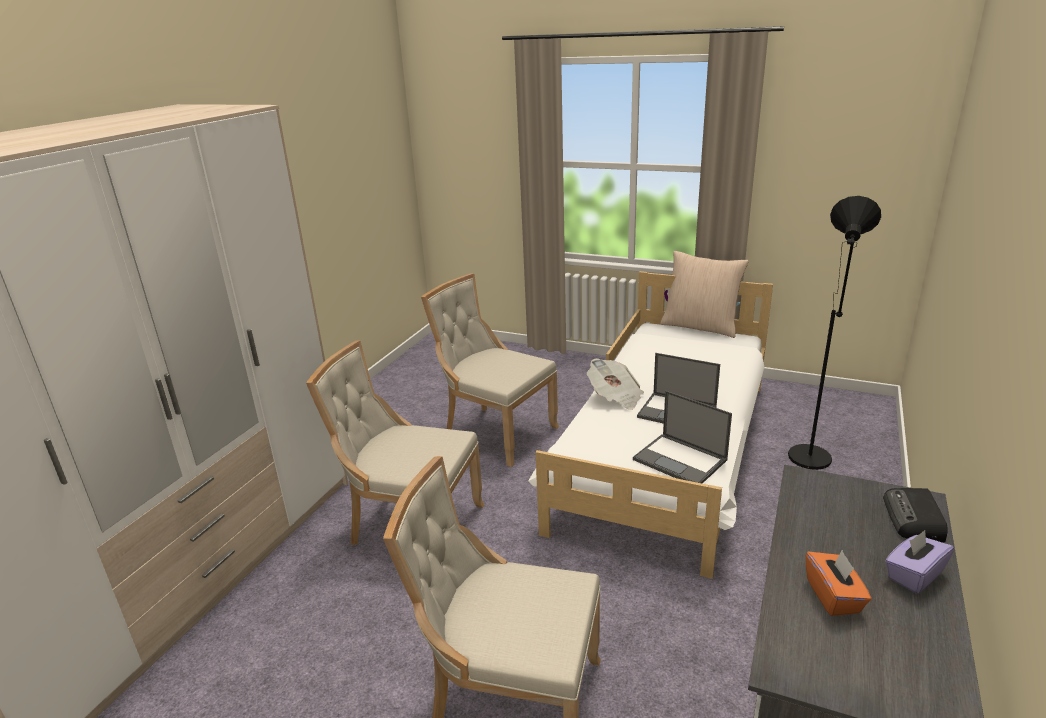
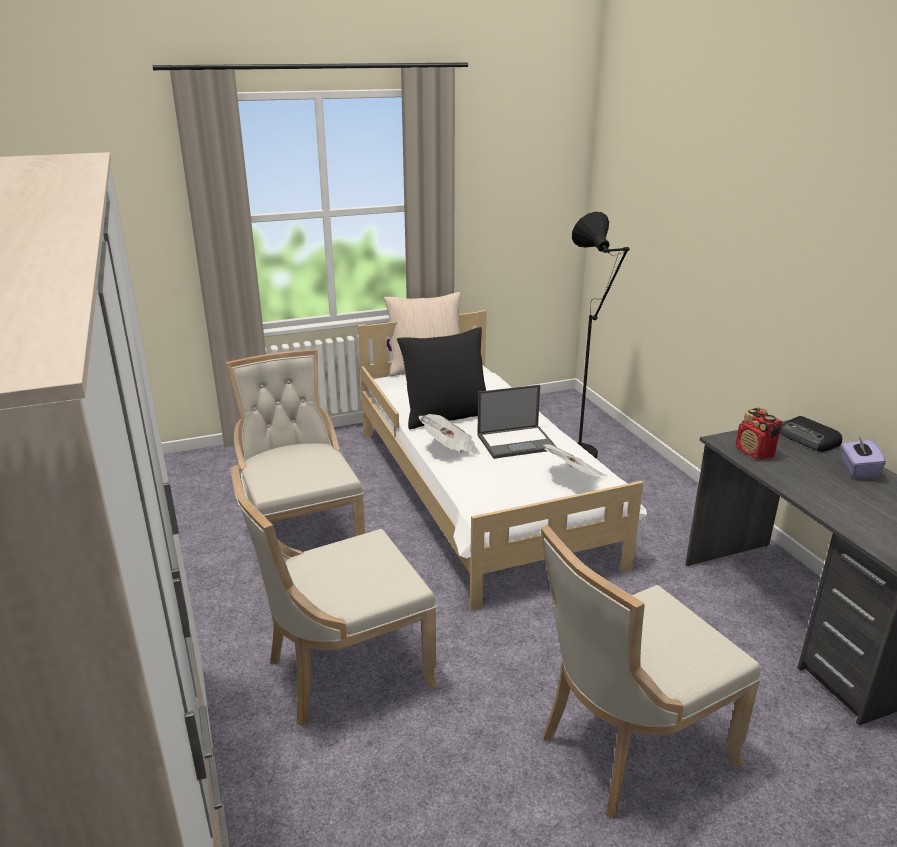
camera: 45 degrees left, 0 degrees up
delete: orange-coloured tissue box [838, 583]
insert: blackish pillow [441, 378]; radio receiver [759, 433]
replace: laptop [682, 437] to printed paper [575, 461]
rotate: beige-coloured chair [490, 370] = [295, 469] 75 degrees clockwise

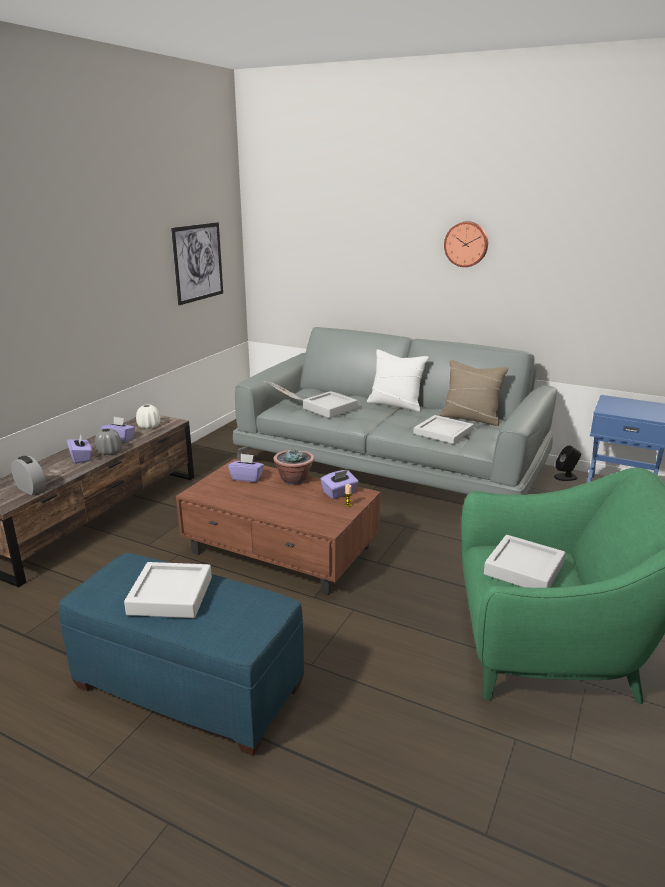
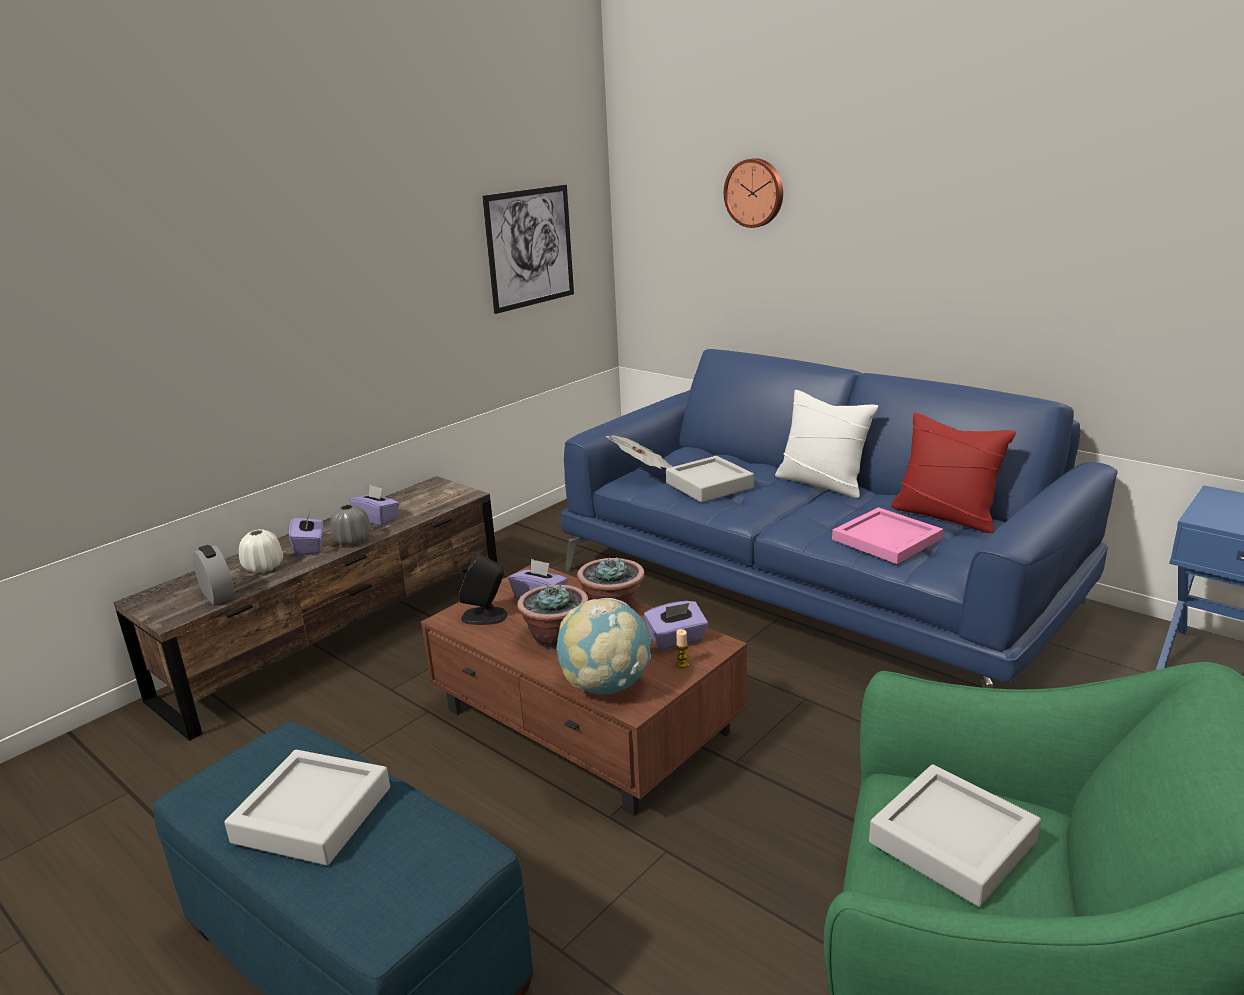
camera: 15 degrees right, 0 degrees up
insert: potted plant [552, 616]; desk globe [604, 646]
move: white flower vase [148, 416] to [261, 551]; blackish audio speaker [567, 463] to [483, 589]; clock on the wall [466, 244] to [753, 193]
recolor: greyish sofa [395, 411] to blue sofa [839, 518]; white carrying tray [443, 429] to pink-coloured carrying tray [887, 535]; beige-coloured pillow [474, 393] to red pillow [953, 473]

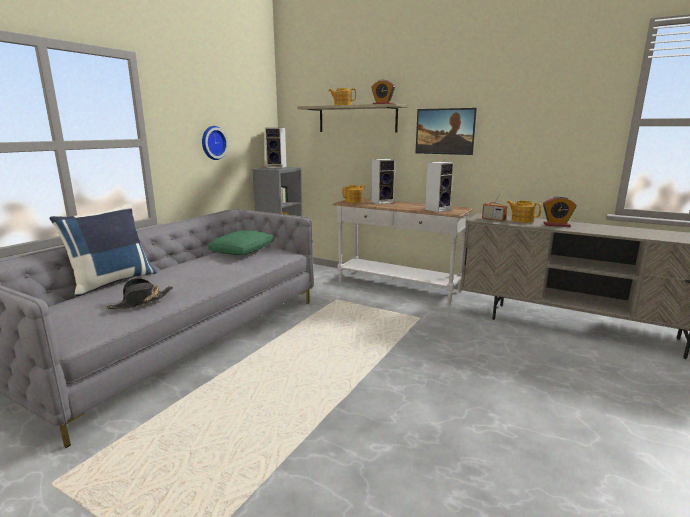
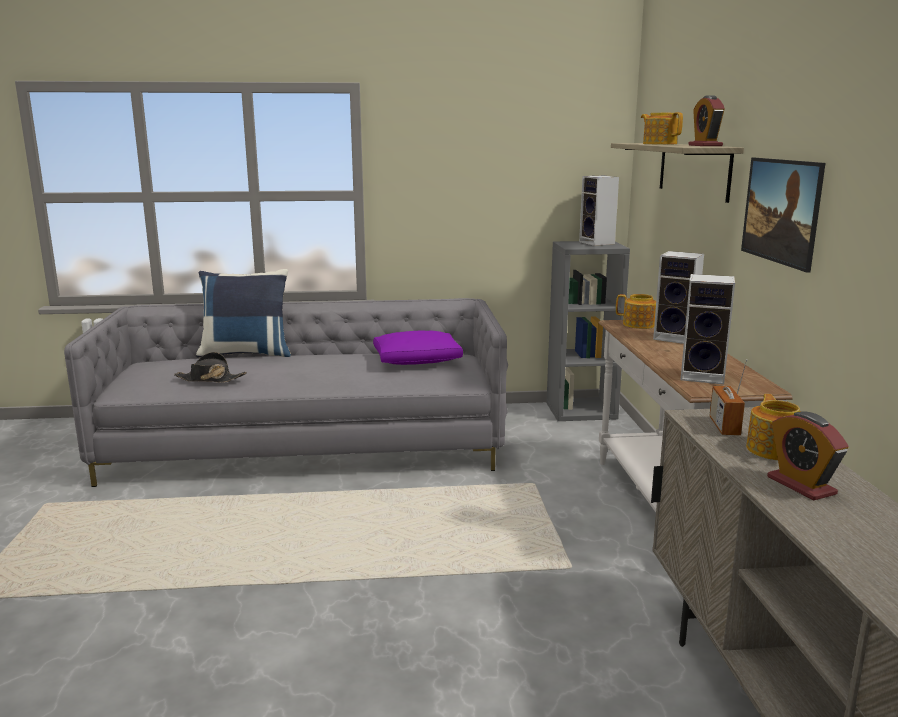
camera: 55 degrees right, 0 degrees up
delete: clock on the wall [215, 143]
recolor: green pillow [241, 242] to purple-coloured pillow [418, 347]

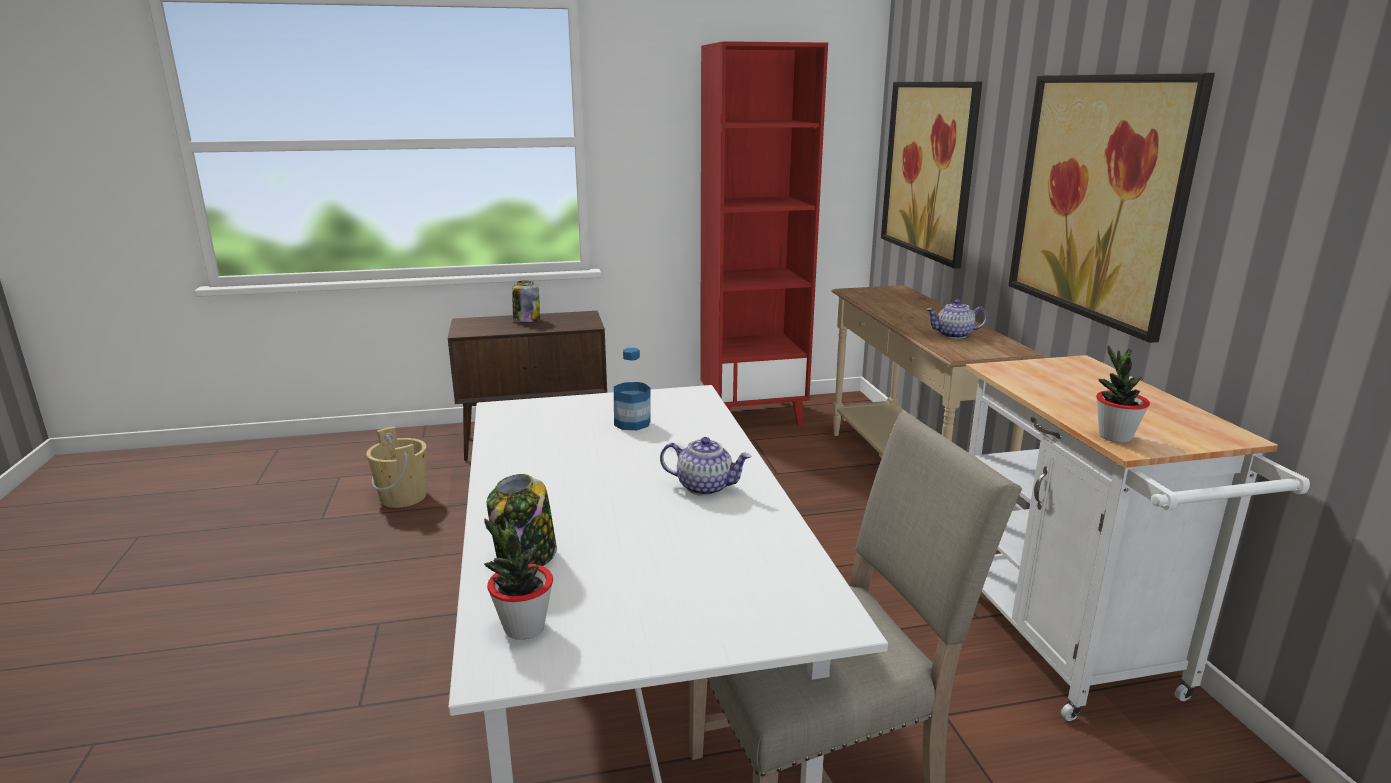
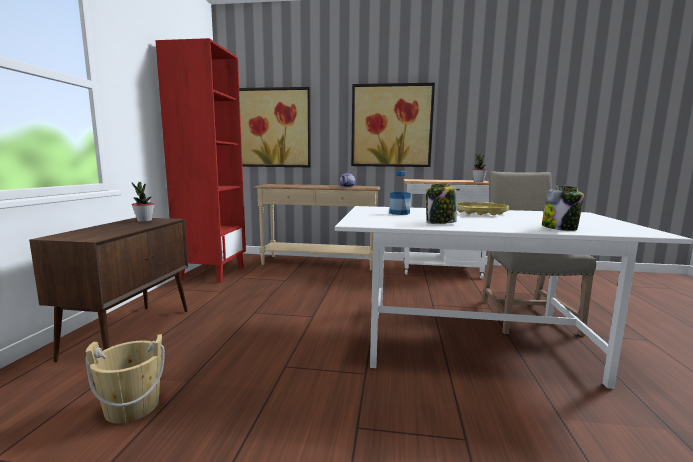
camera: 70 degrees left, 10 degrees down
move: potted plant [518, 579] to [143, 202]; preserve jar [526, 301] to [441, 203]
replace: pot for tea [705, 466] to yellow-coloured carrying tray [483, 208]

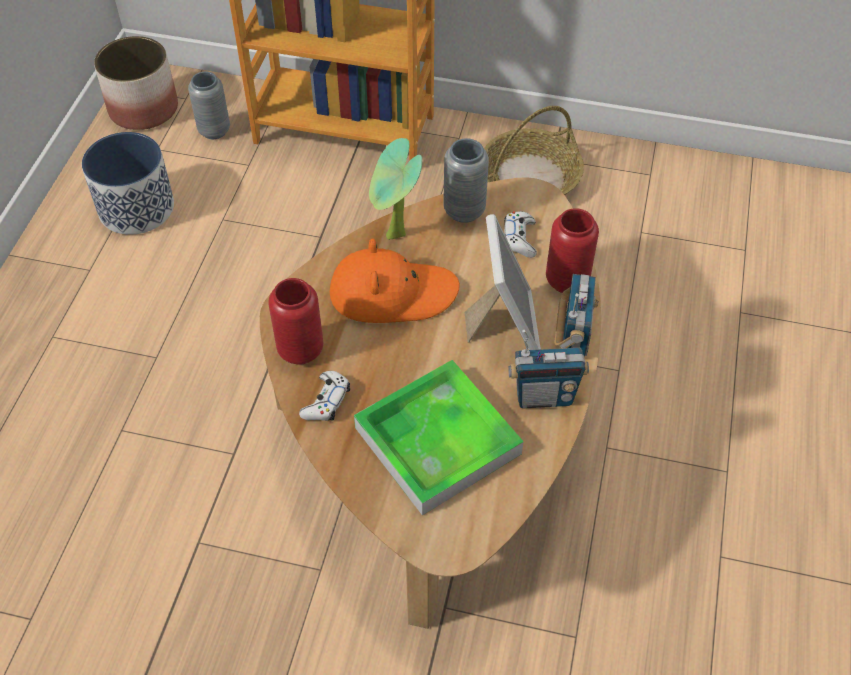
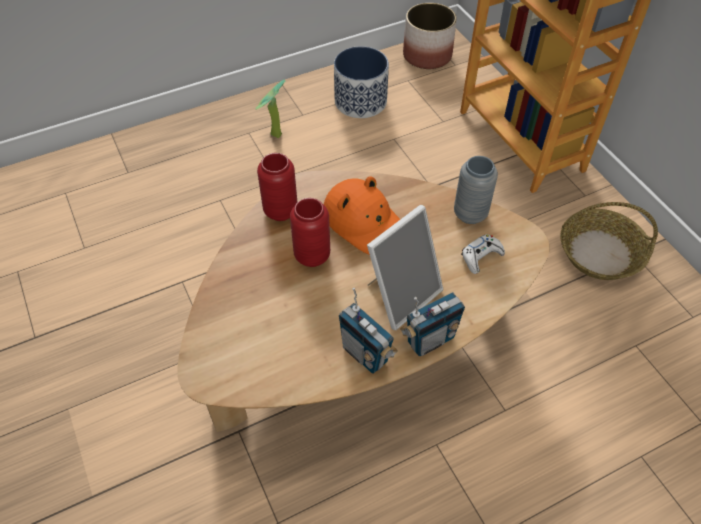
camera: 50 degrees right, 0 degrees up
delete: greyish flower vase [209, 105]; white game controller [324, 396]; carrying tray [439, 437]
move: potted plant [395, 189] to [270, 109]; red flower vase [572, 250] to [310, 232]

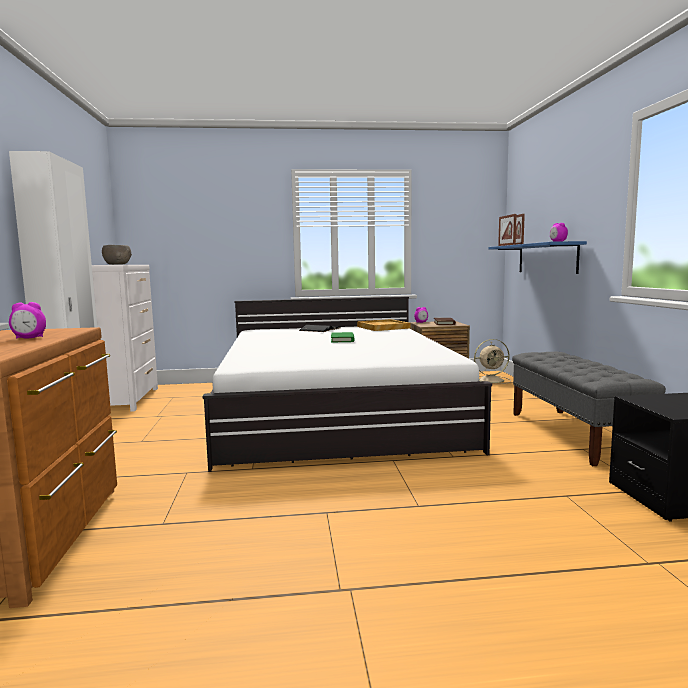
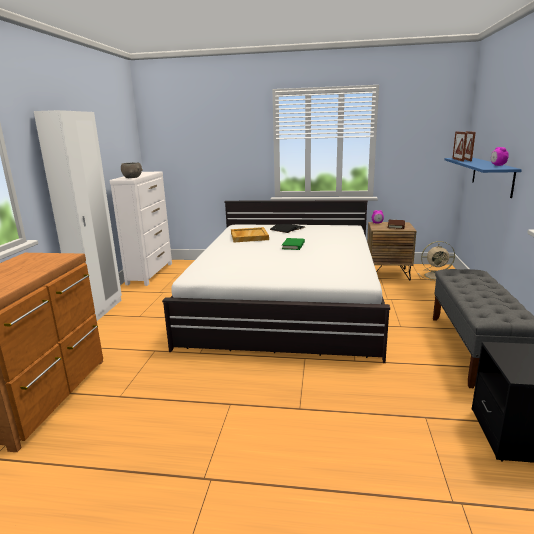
camera: 15 degrees right, 10 degrees up
delete: bedside clock [27, 320]
move: beige-coloured carrying tray [383, 325] to [250, 234]

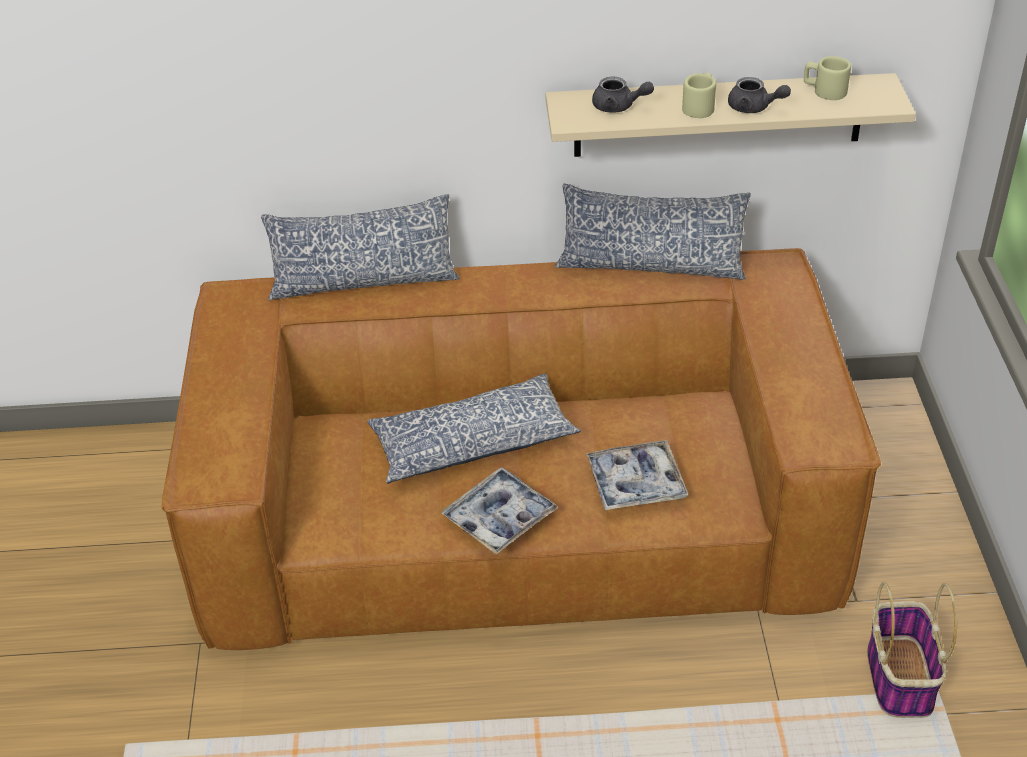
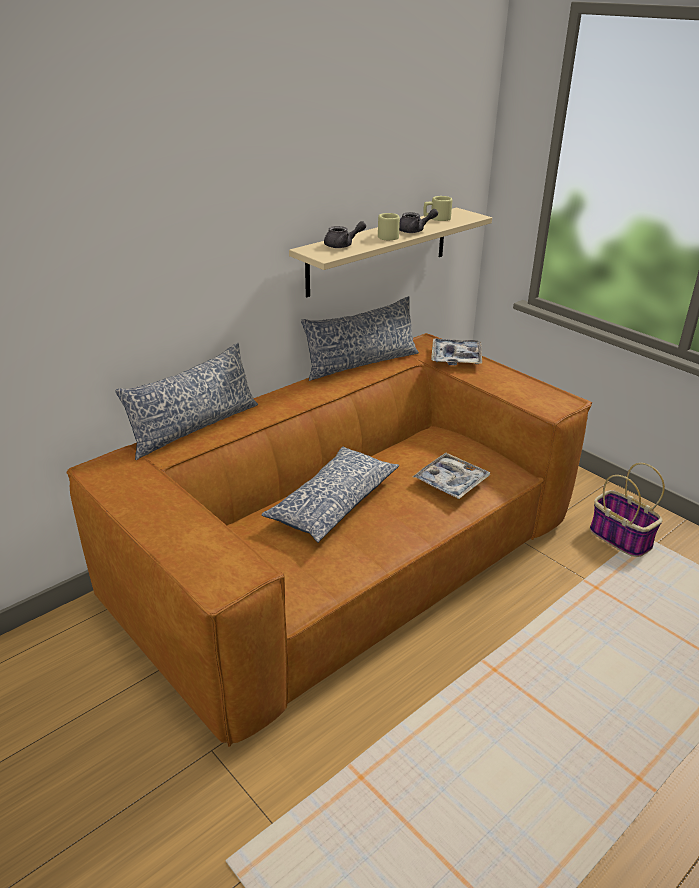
camera: 40 degrees left, 10 degrees down
move: carrying tray [500, 510] to [456, 351]

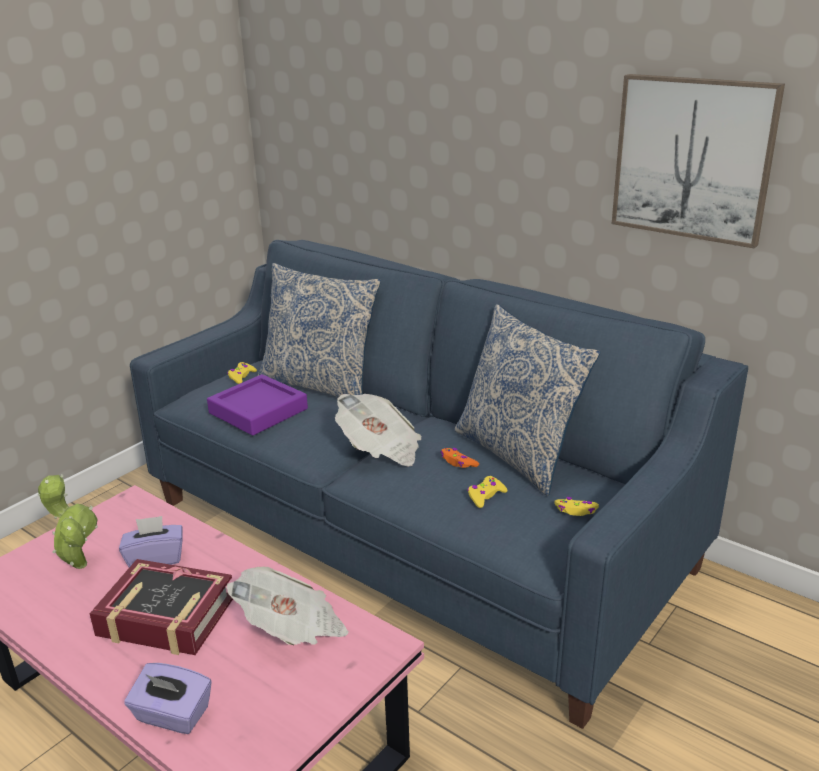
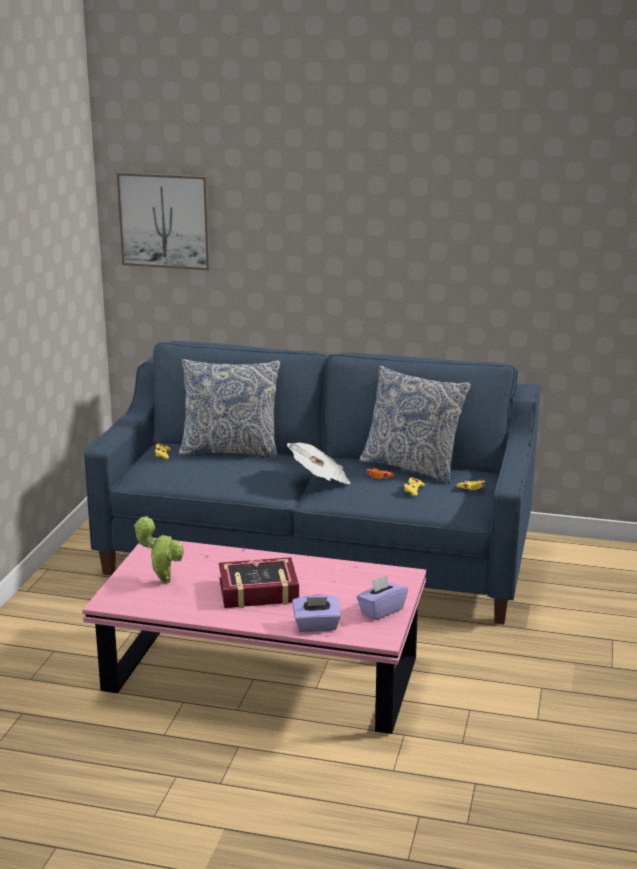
camera: 25 degrees left, 5 degrees down
delete: purple-coloured carrying tray [257, 404]; printed paper [288, 605]
move: wall art [698, 161] to [164, 221]; purple-coloured tissue box [151, 541] to [382, 597]

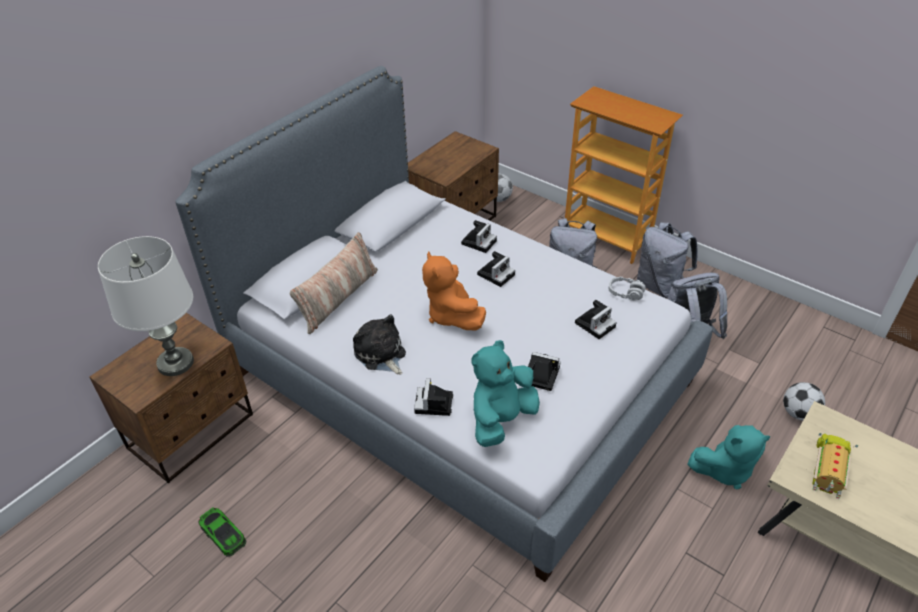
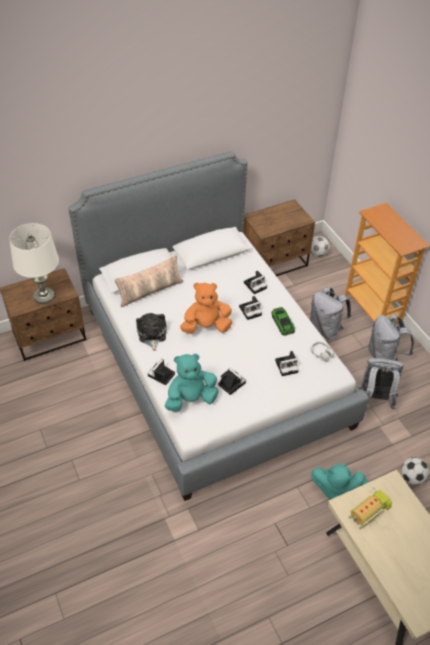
camera: 25 degrees right, 5 degrees up
move: model car [222, 532] to [283, 321]
rotate: orange-coloured plush toy [454, 291] = [206, 308] 75 degrees clockwise

